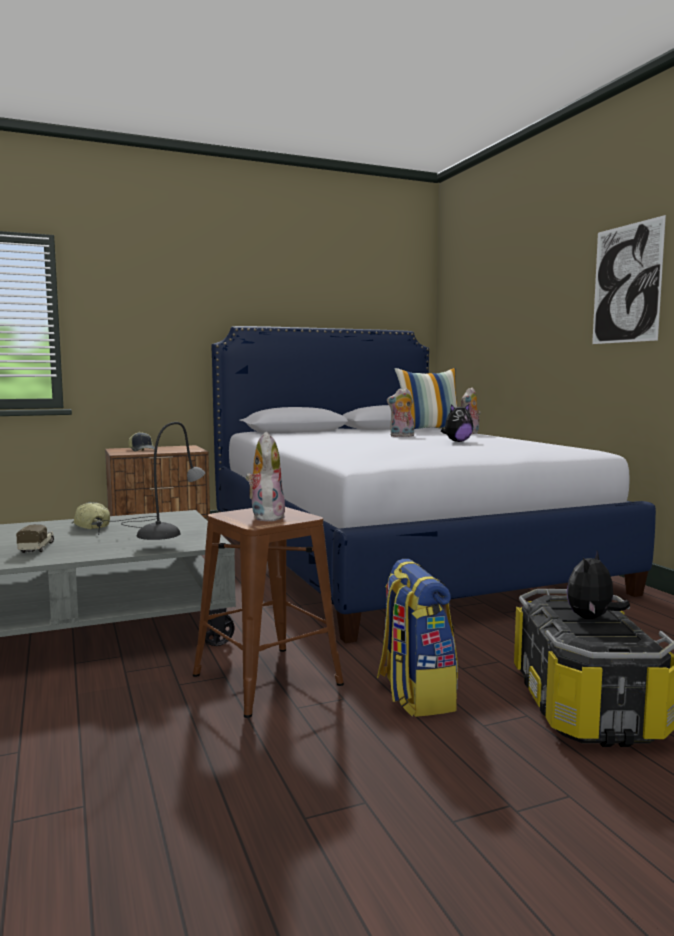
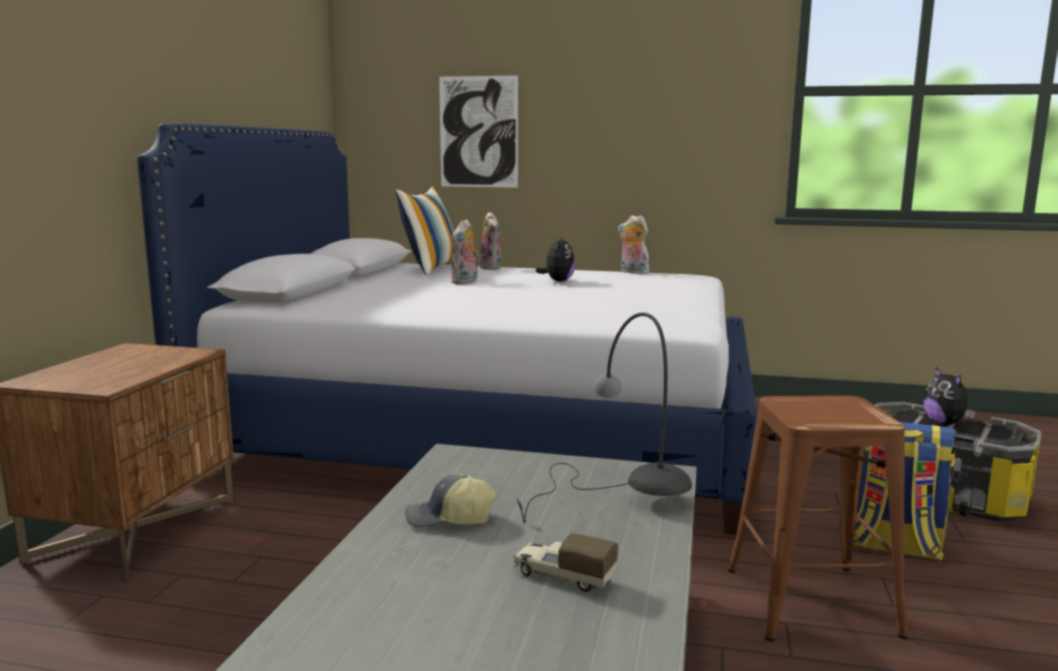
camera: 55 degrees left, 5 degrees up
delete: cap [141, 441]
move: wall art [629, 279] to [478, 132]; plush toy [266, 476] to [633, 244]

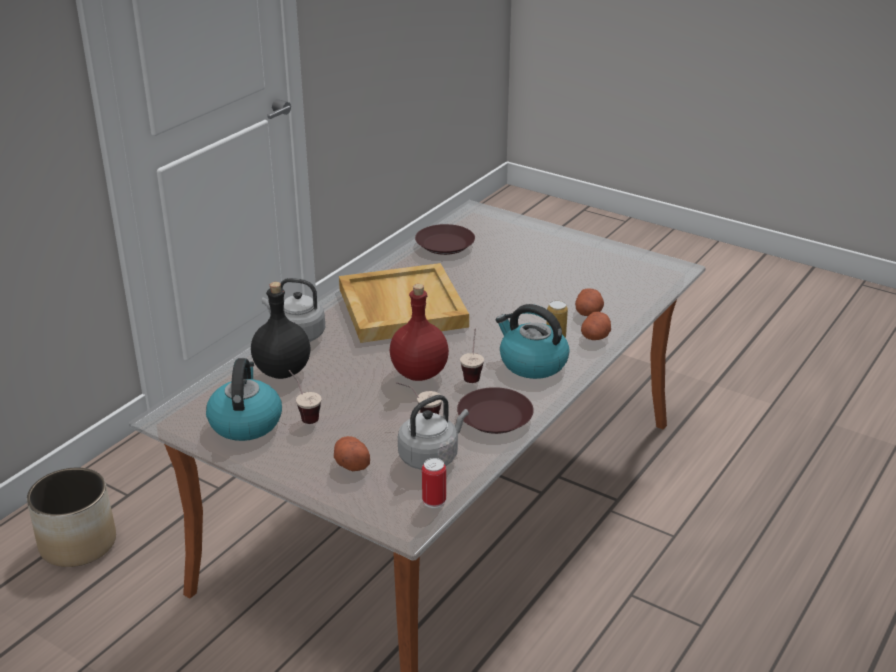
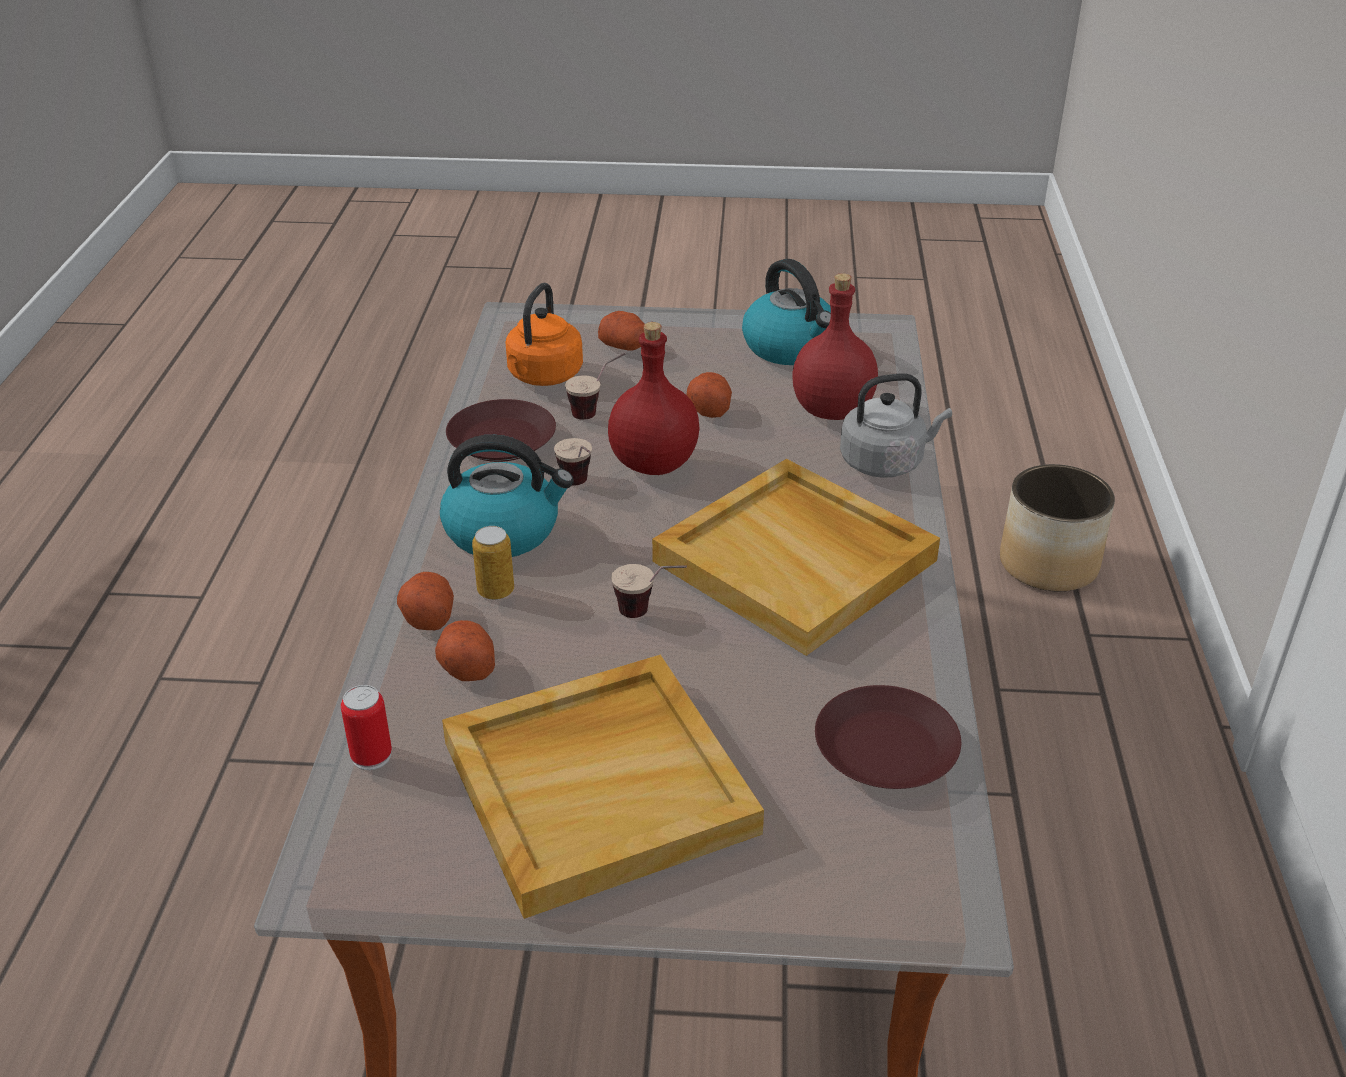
camera: 150 degrees right, 5 degrees up
insert: beige-coloured carrying tray [603, 787]; whole potato [709, 395]
move: sealed can [434, 483] to [366, 727]; drinking cup [305, 397] to [649, 591]
recolor: greyish tea kettle [433, 432] to orange-coloured tea kettle [544, 334]; blackish beverage bottle [280, 330] to red beverage bottle [835, 346]

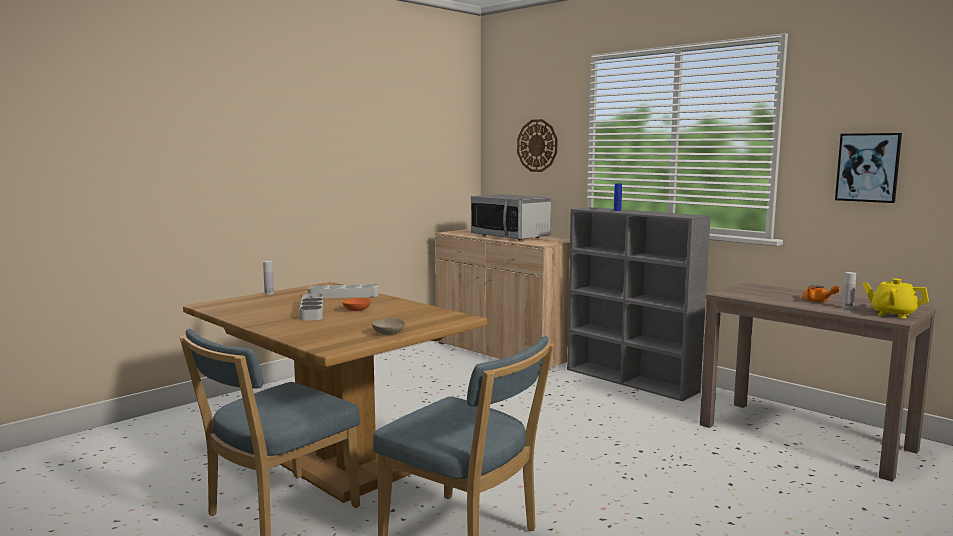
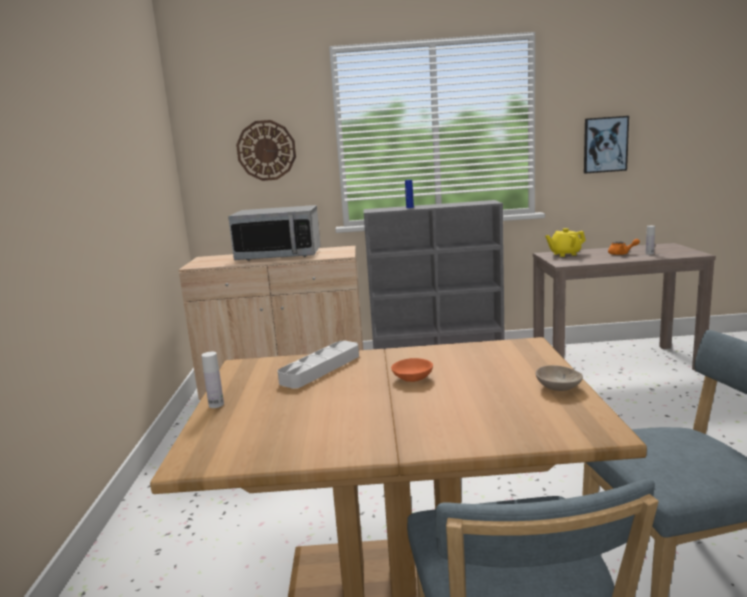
camera: 45 degrees left, 5 degrees up
delete: greyish carrying tray [311, 307]
move: yellow-coloured pot for tea [896, 298] to [565, 242]

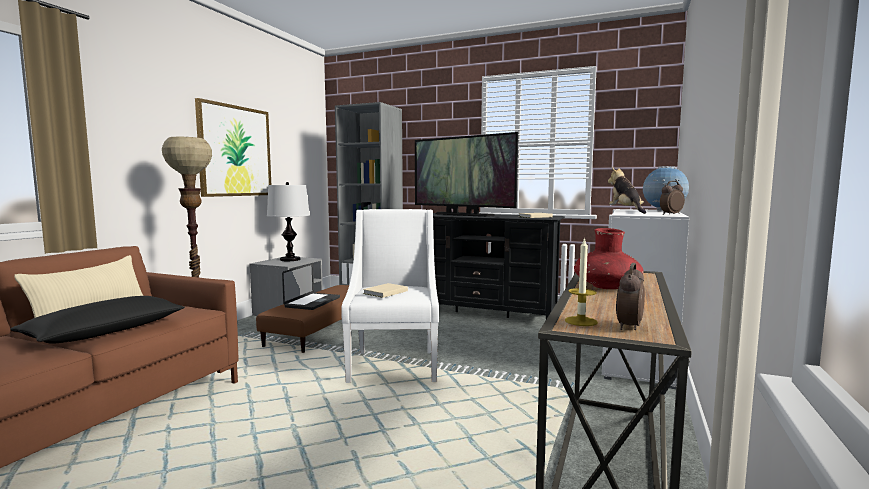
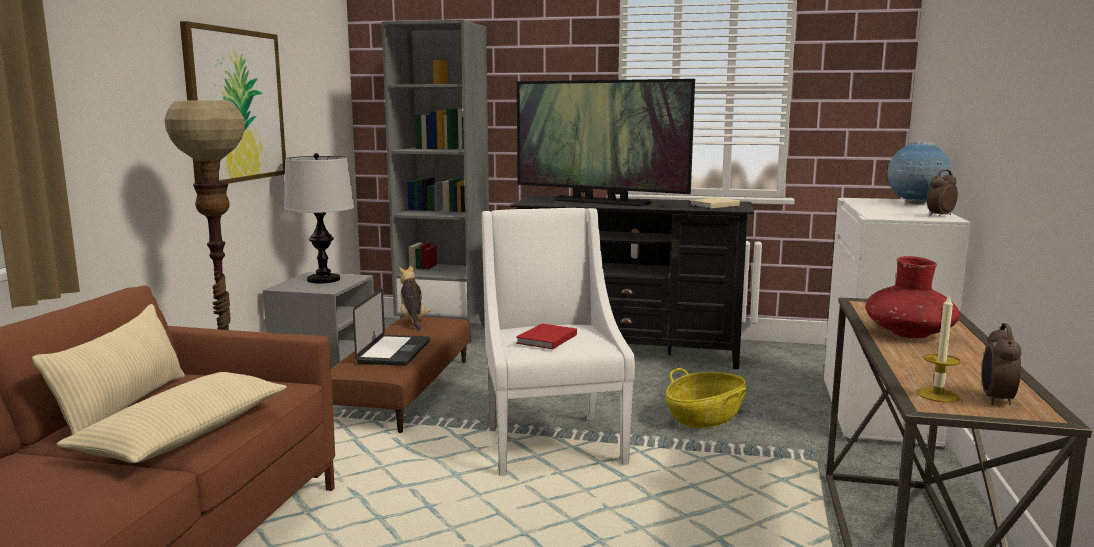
camera: 10 degrees left, 5 degrees up
insert: household basket [705, 398]
move: plush toy [627, 190] to [415, 297]
recolor: blackish pillow [97, 320] to beige-coloured pillow [171, 417]; beige-coloured volume [385, 290] to red volume [546, 336]

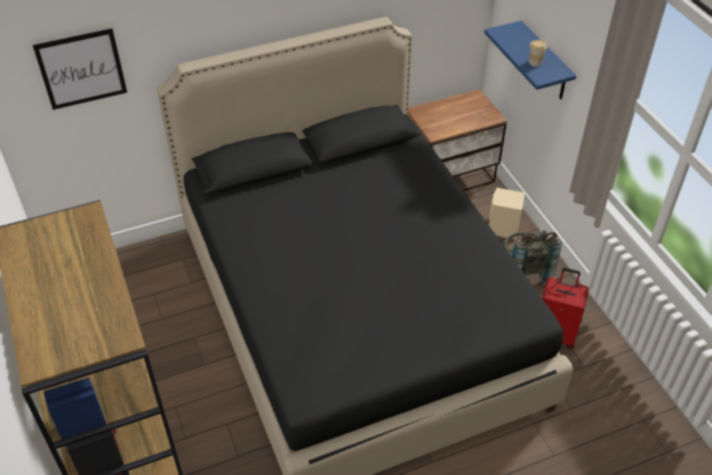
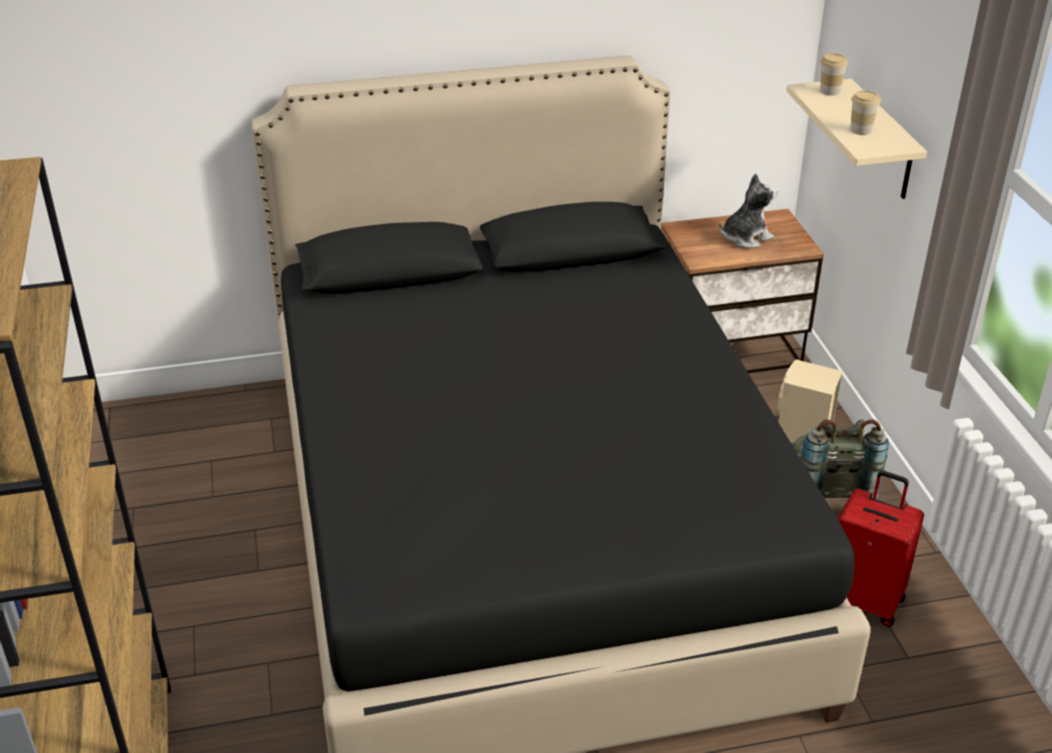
camera: 10 degrees right, 10 degrees down
delete: wall art [80, 69]
insert: plush toy [748, 210]; drinking cup [834, 74]
recolor: blue wall shelf [530, 59] to beige-coloured wall shelf [857, 139]

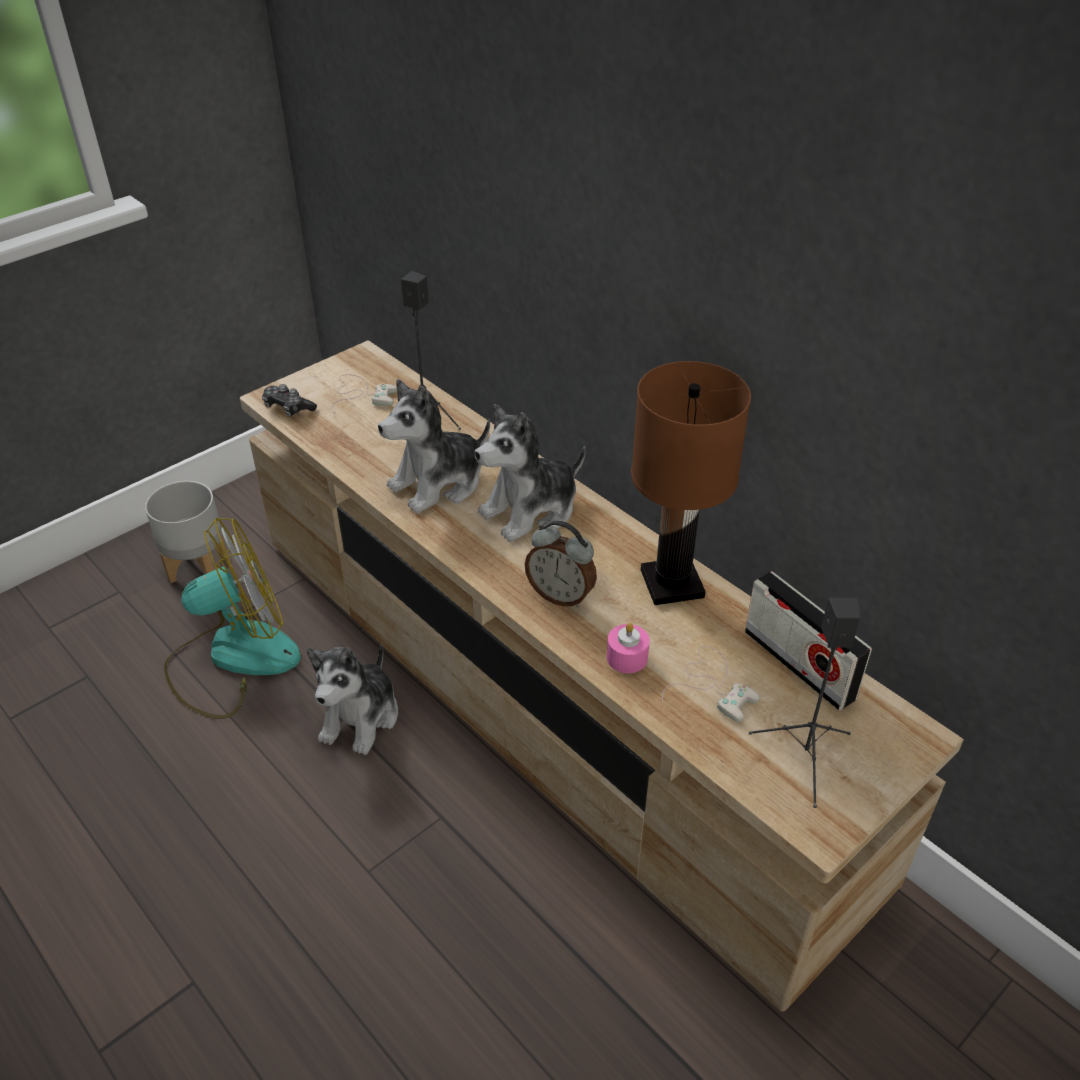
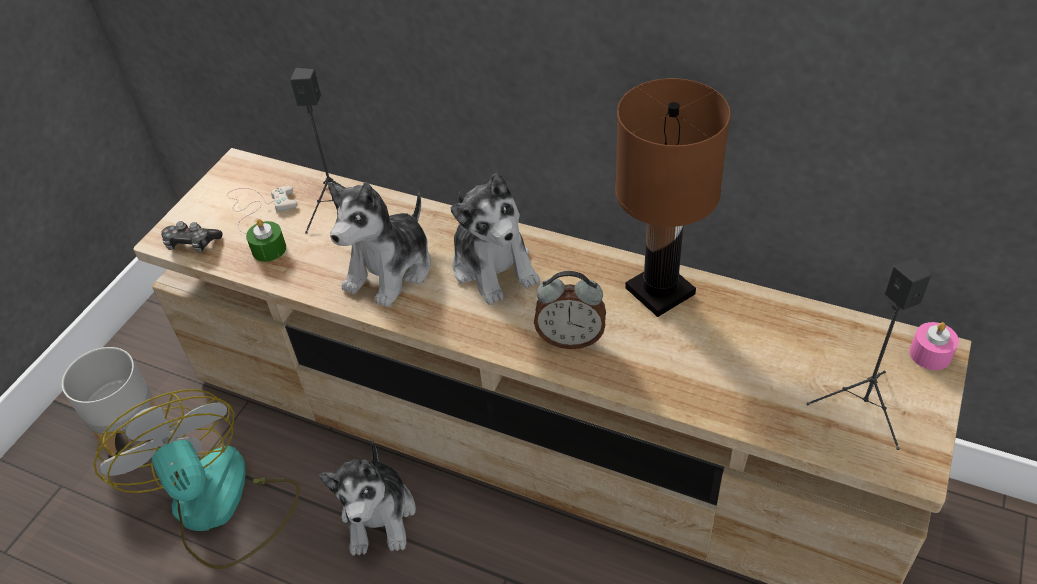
camera: 20 degrees left, 5 degrees up
delete: white game controller [711, 684]; radio receiver [808, 641]
insert: green wax light [266, 240]
move: pink-coloured wax light [628, 648] to [934, 346]
rotate: electric fan [232, 618] = [197, 479] 75 degrees counterclockwise; plush toy [530, 473] = [495, 239] 60 degrees counterclockwise

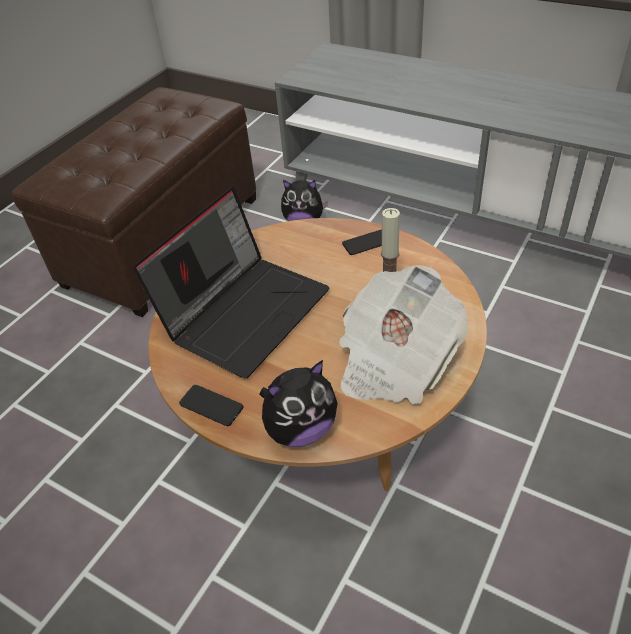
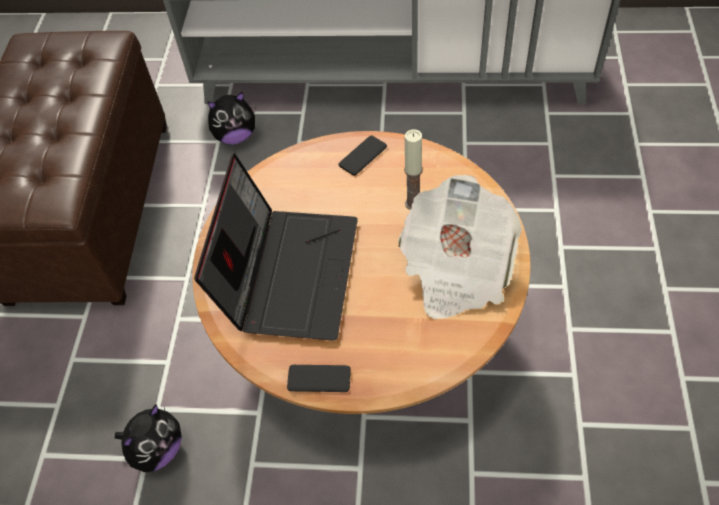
camera: 25 degrees left, 10 degrees up
move: plush toy [298, 403] to [148, 438]

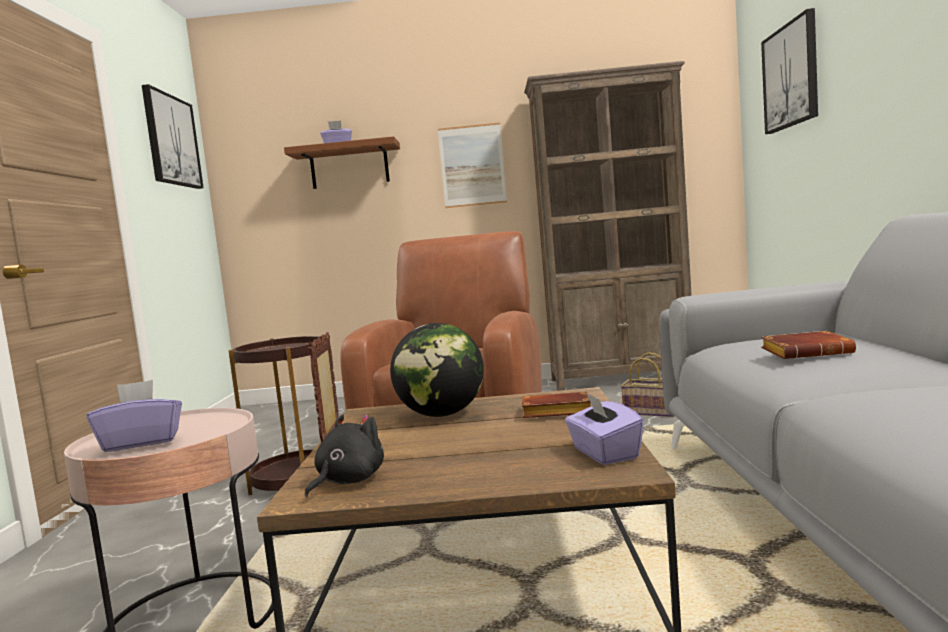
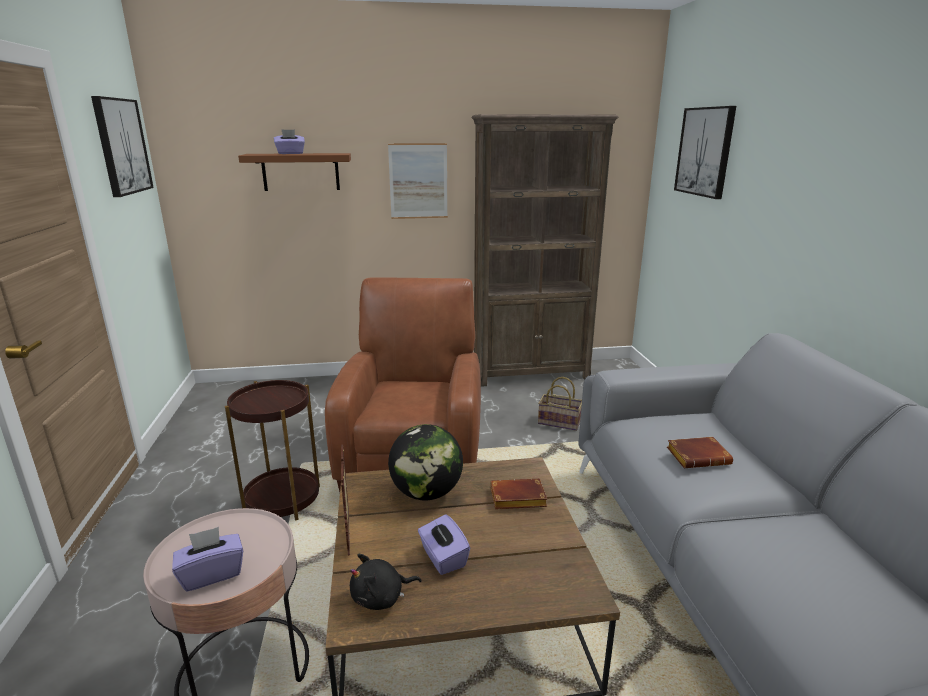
camera: 10 degrees left, 15 degrees up
move: purple-coloured tissue box [604, 428] to [444, 544]
rotate: blackish plush toy [344, 456] = [385, 582] 135 degrees counterclockwise

